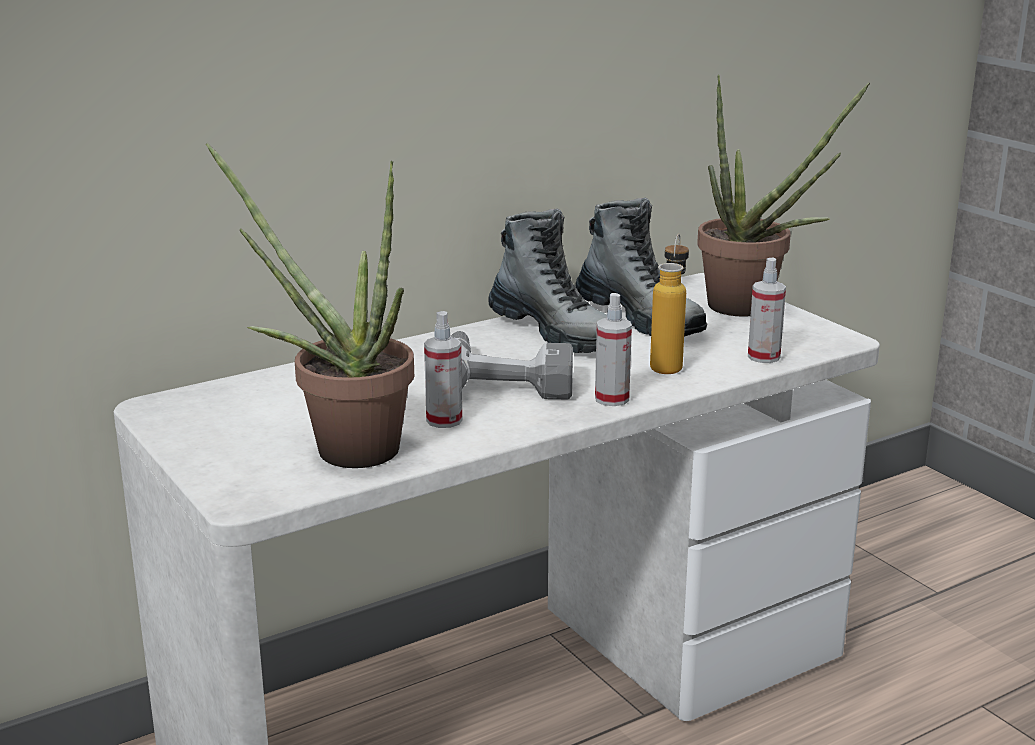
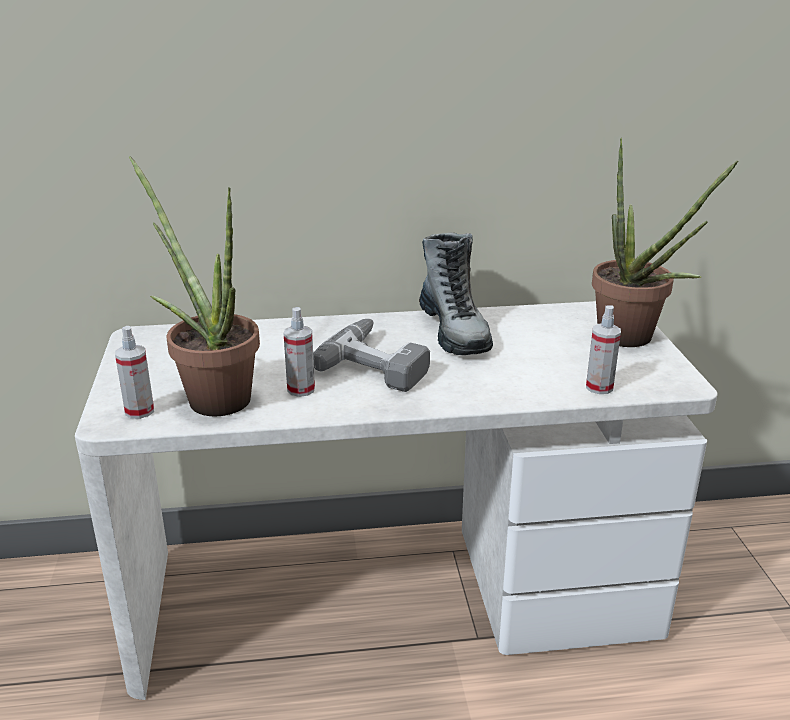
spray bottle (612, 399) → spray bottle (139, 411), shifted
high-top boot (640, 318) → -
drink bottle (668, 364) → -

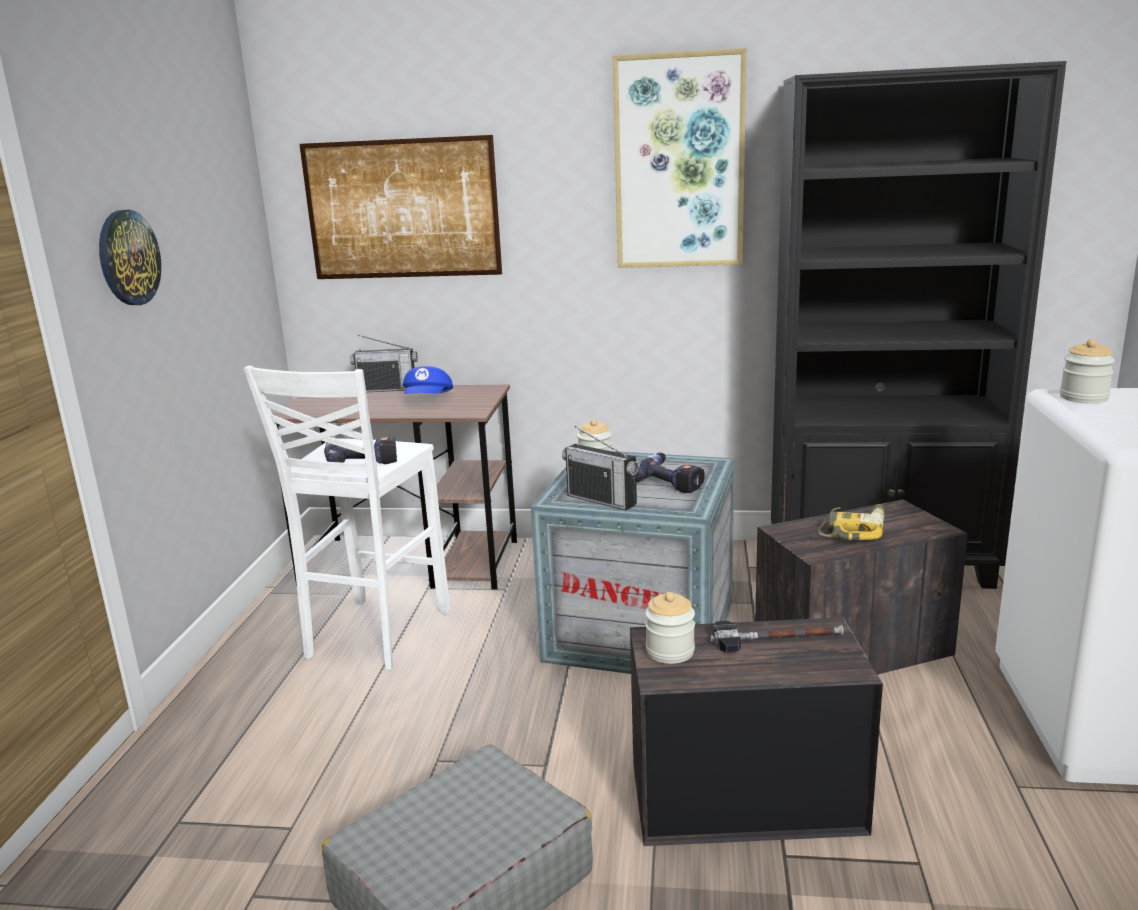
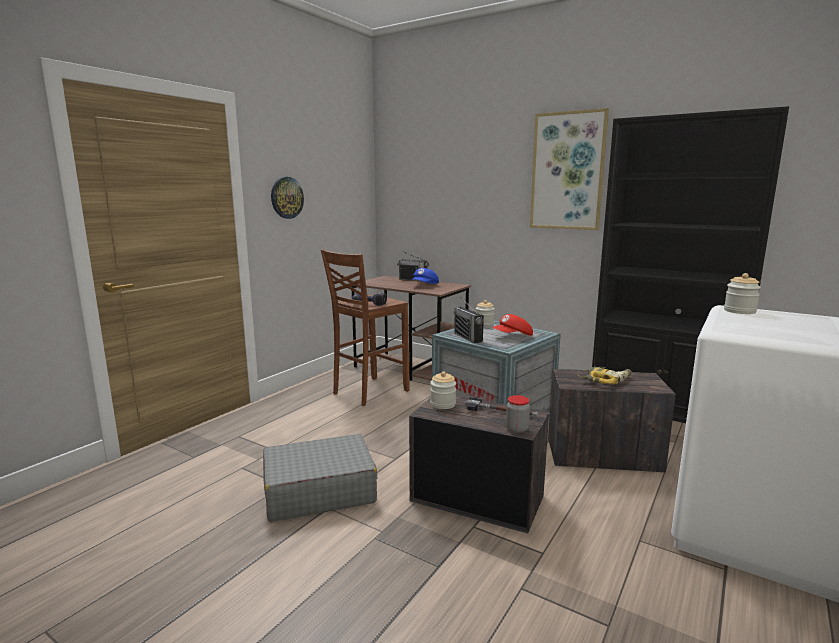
white-coloured stool (373, 635) → brown-coloured stool (368, 392)
drill (671, 481) → red peaked cap (513, 336)
- → preserve jar (517, 429)
wall art (402, 209) → -

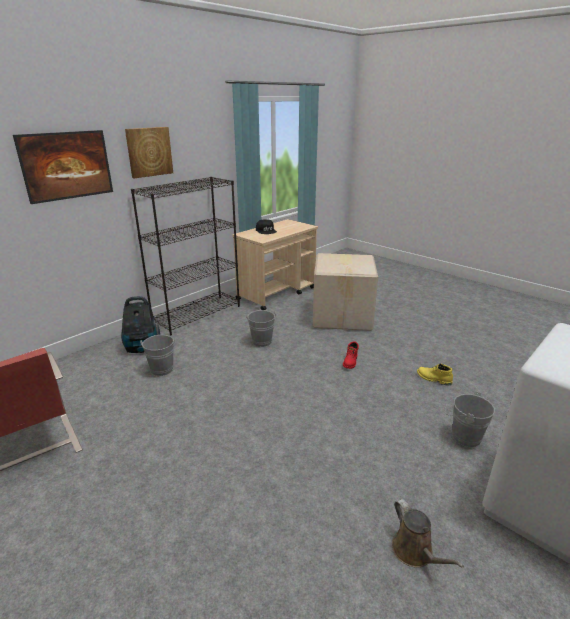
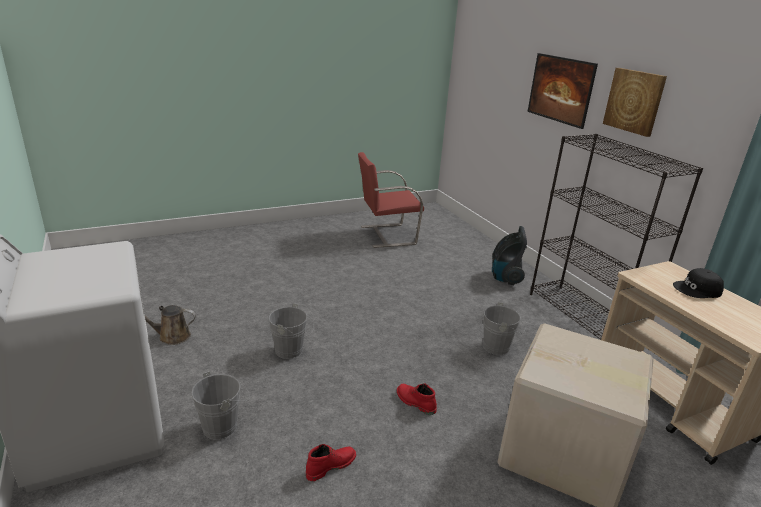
gray water bucket (162, 368) → gray water bucket (292, 351), shifted
yellow high-top boot (433, 379) → red high-top boot (330, 466)

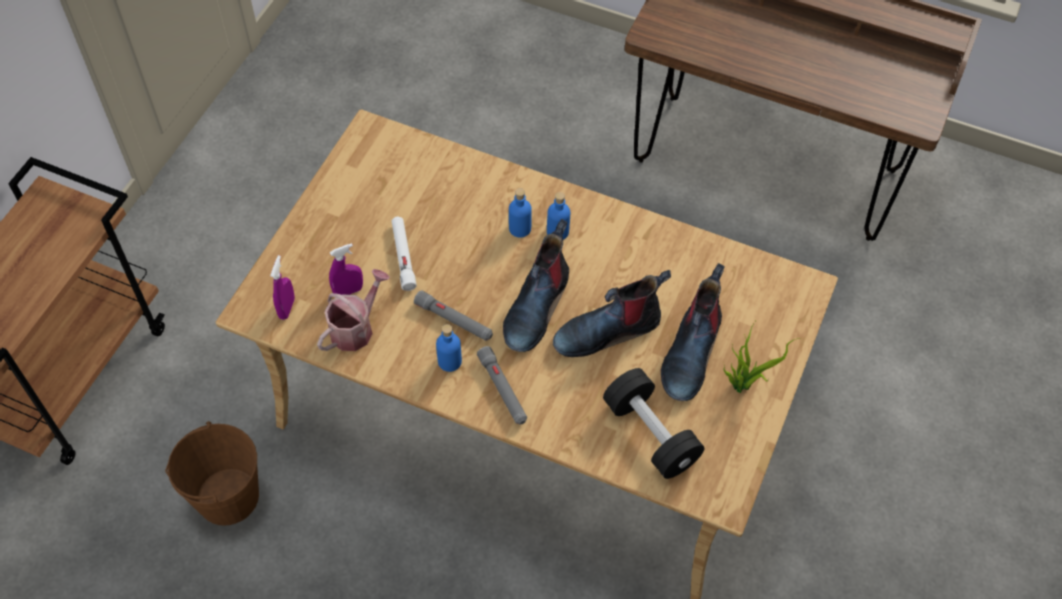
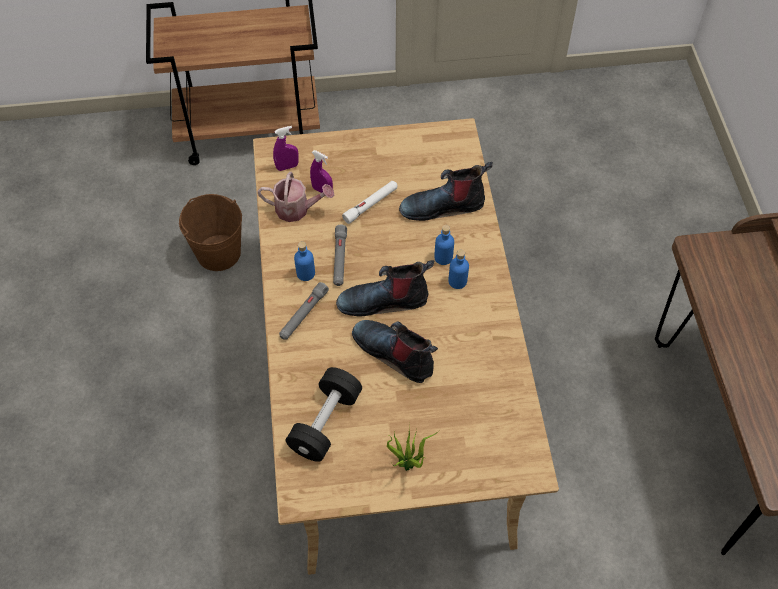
high-top boot (691, 353) → high-top boot (443, 205), shifted

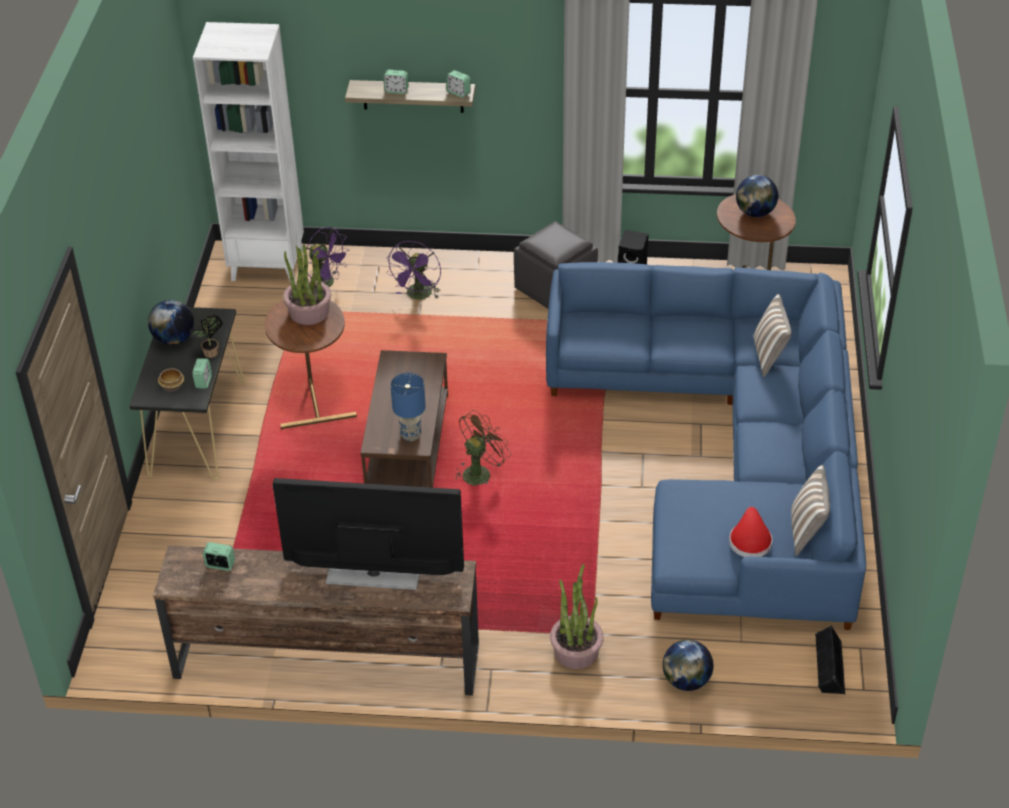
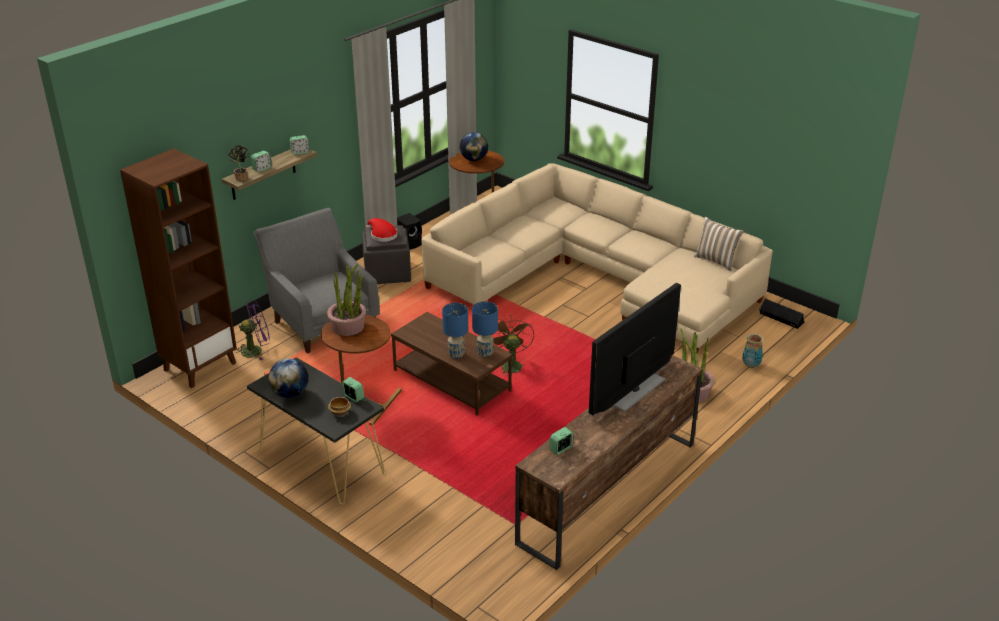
white-coloured bookcase (268, 265) → brown-coloured bookcase (200, 366)
potted plant (211, 354) → potted plant (242, 178), shifted
purplish electric fan (418, 296) → gray easy chair (321, 321)
red wearable hat (750, 540) → red wearable hat (382, 235), shifted
bluish settee (731, 455) → sand-coloured settee (596, 279)
- → bluish tabletop lamp (455, 354)
globe (686, 681) → vase (751, 366)
pillow (769, 356) → -

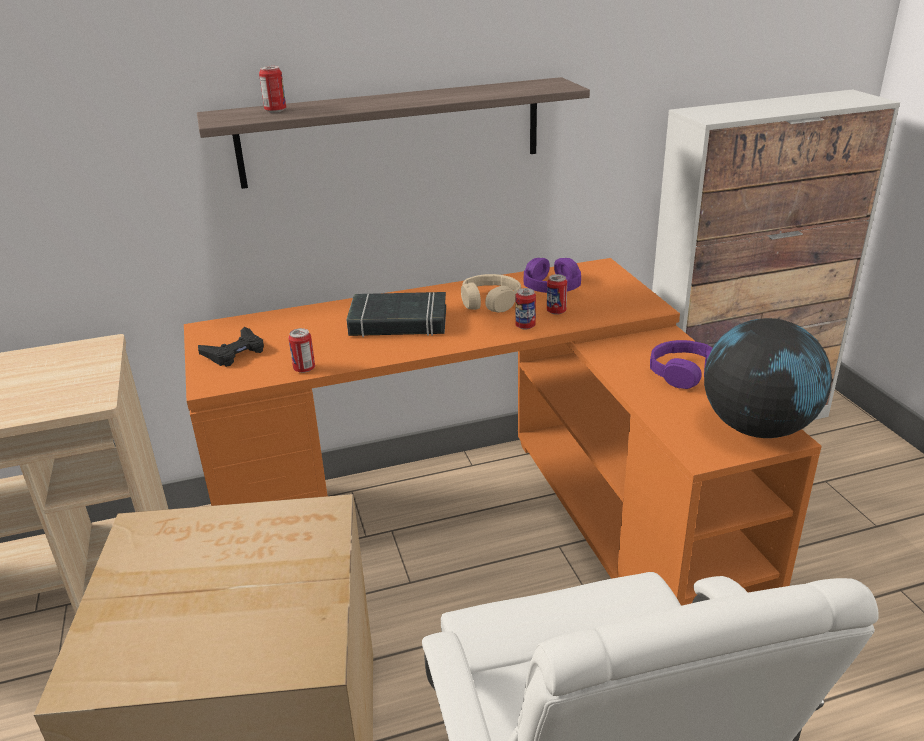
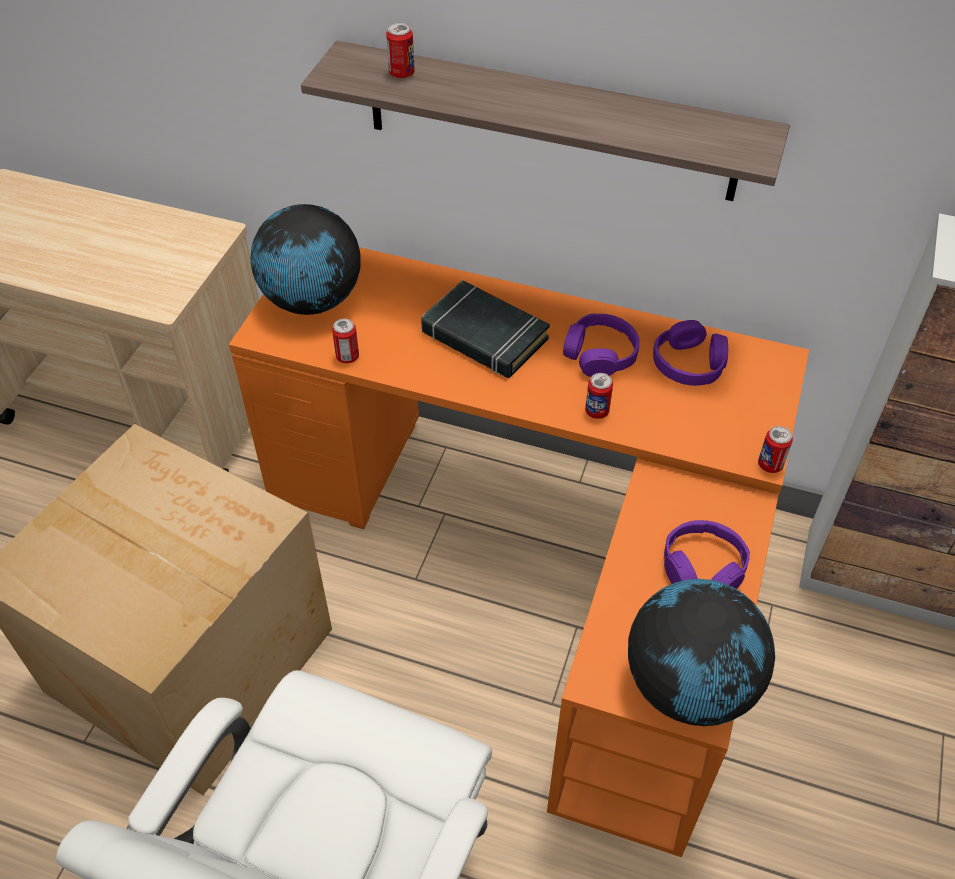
blackish gamepad (235, 352) → globe (311, 300)
sand-coloured headphones (490, 302) → purplish headphones (600, 354)
sealed can (556, 311) → sealed can (770, 465), shifted

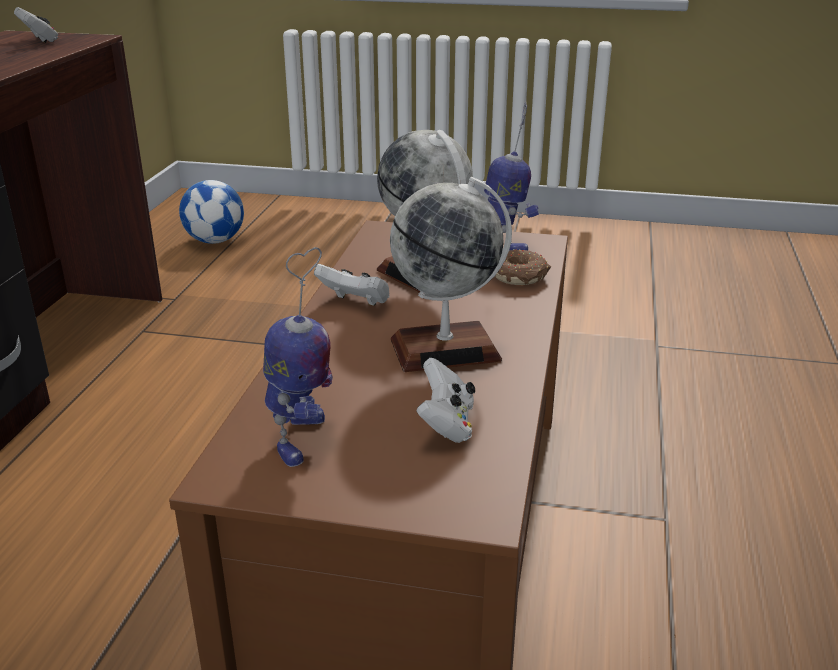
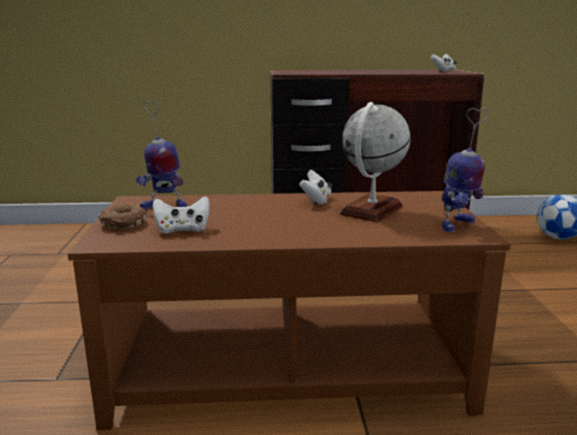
ring doughnut (519, 276) → ring doughnut (123, 224), shifted
globe (445, 349) → -

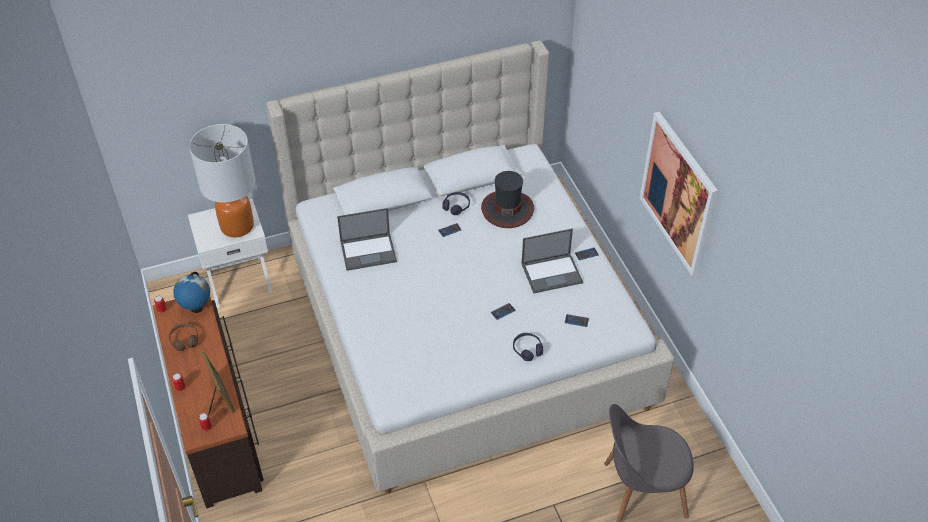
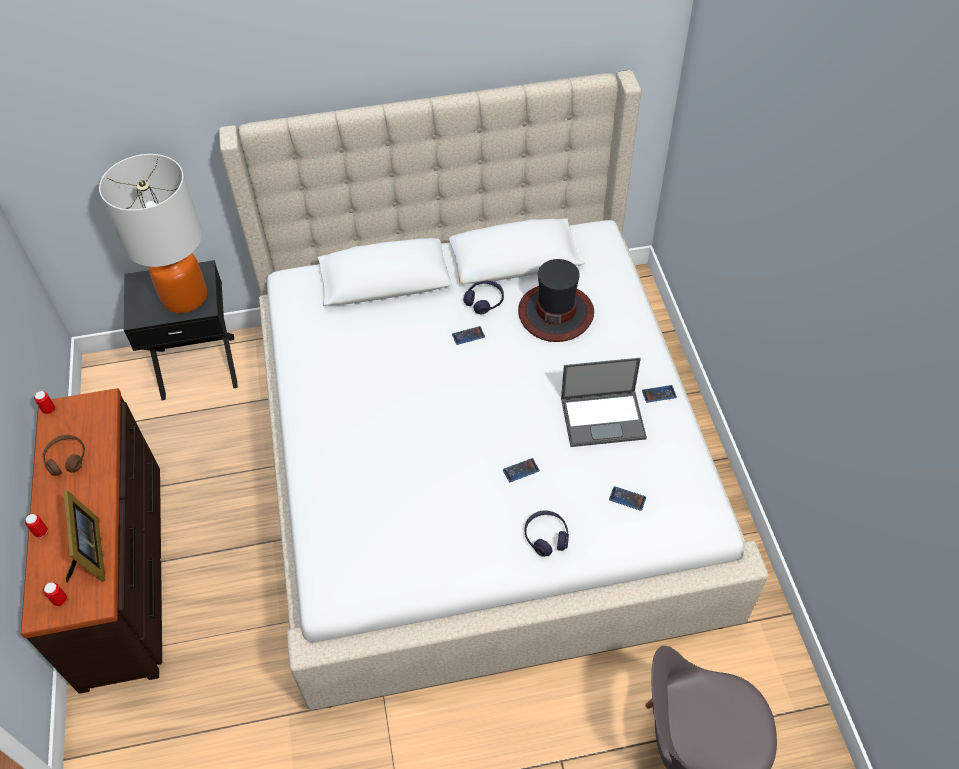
white-coloured bedside table (239, 280) → blackish bedside table (198, 365)
globe (196, 308) → -
portable computer (369, 251) → -
wall art (678, 193) → -

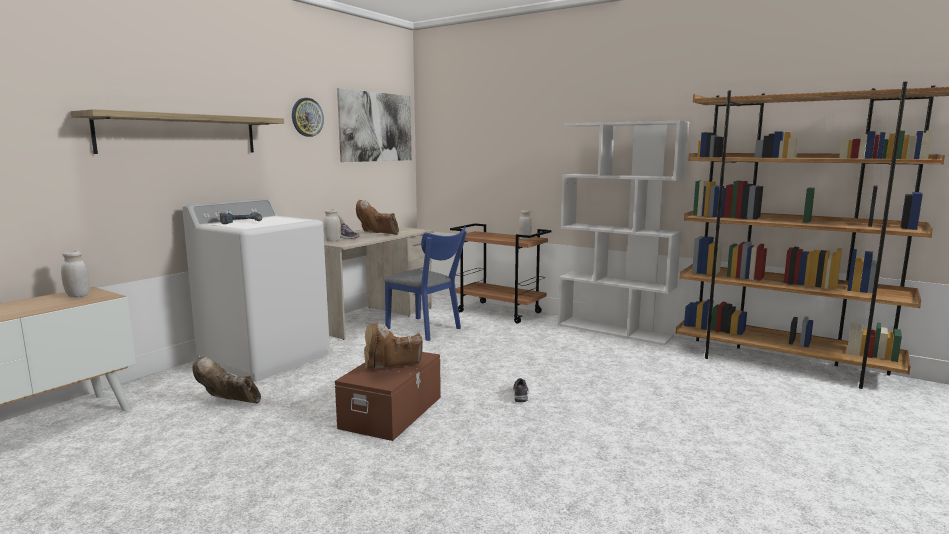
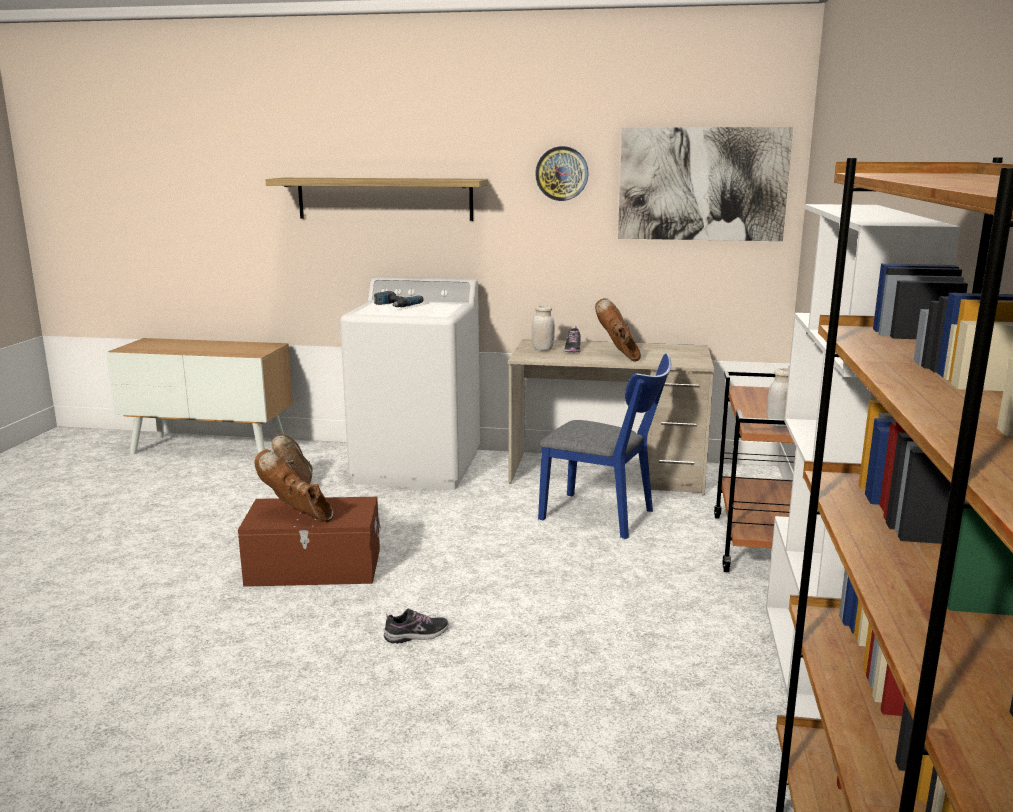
bluish chair (427, 329) → bluish chair (605, 516), 75 degrees counterclockwise
white-coloured preserve jar (78, 296) → -

